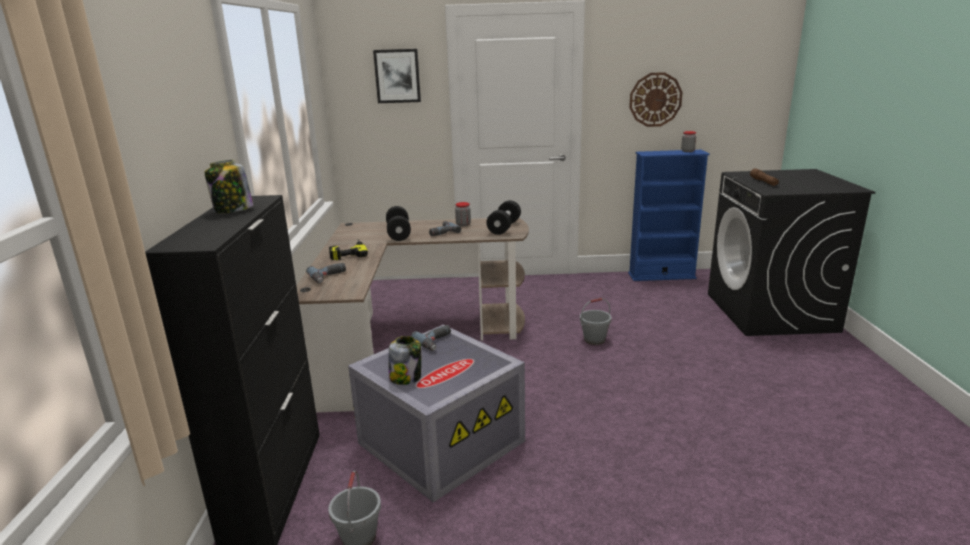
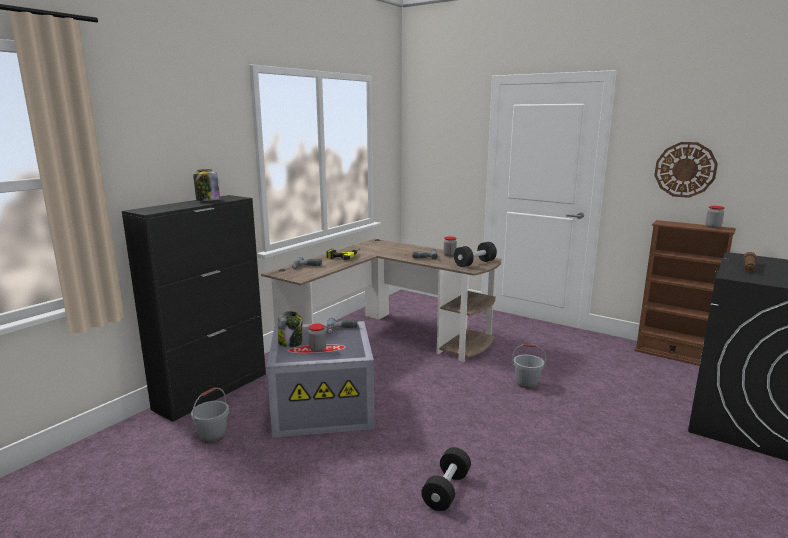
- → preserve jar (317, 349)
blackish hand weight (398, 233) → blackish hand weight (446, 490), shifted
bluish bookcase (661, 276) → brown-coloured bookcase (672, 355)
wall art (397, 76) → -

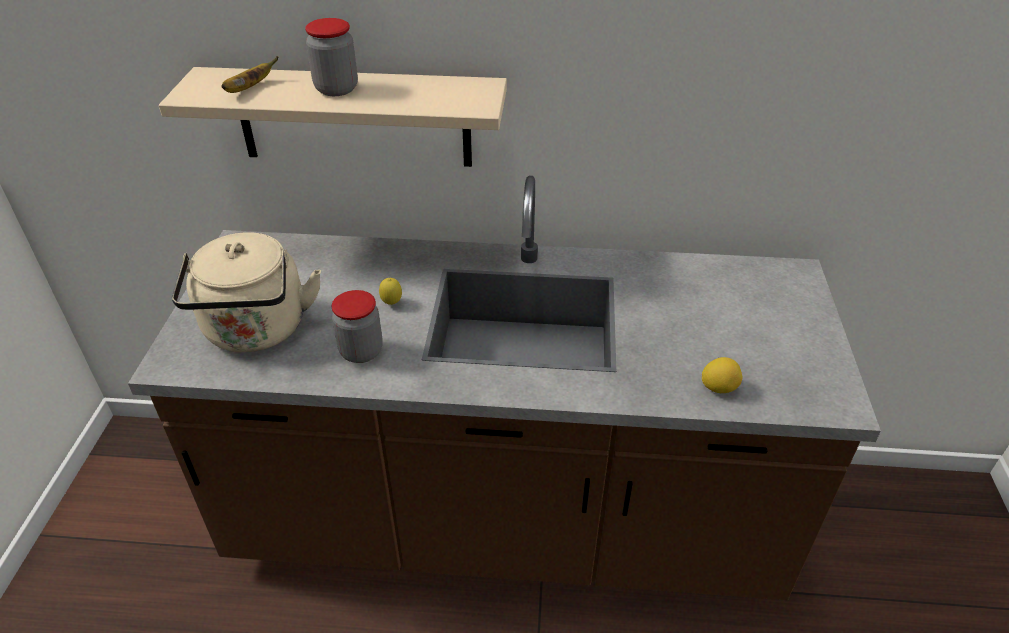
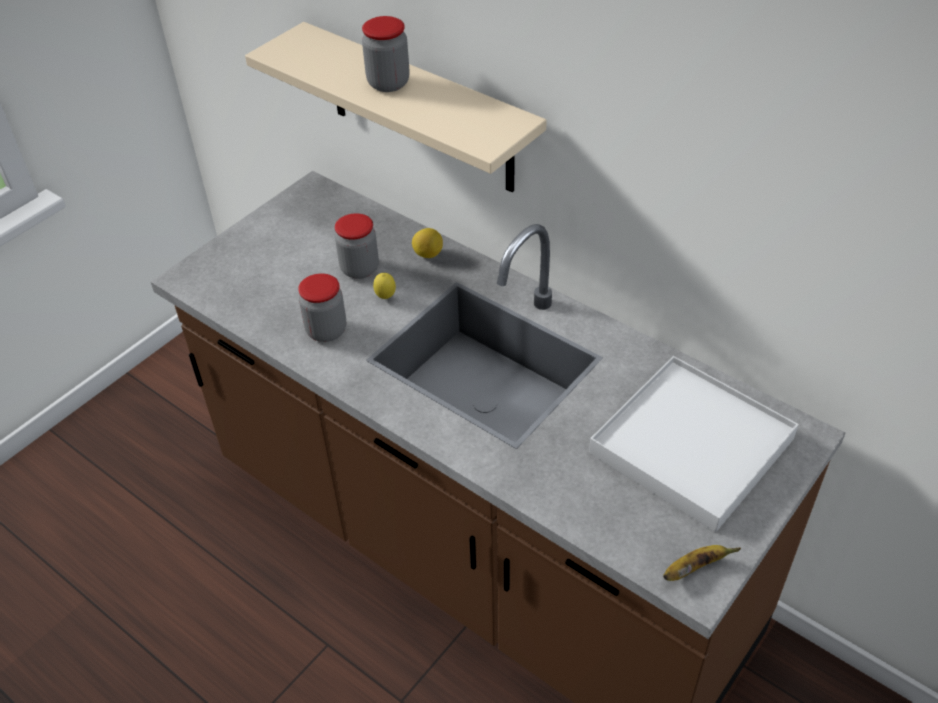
- → preserve jar (359, 269)
lemon (718, 388) → lemon (428, 254), shifted
- → white-coloured tray (691, 445)
banana (249, 88) → banana (694, 568), shifted
sand-coloured water kettle (256, 331) → -

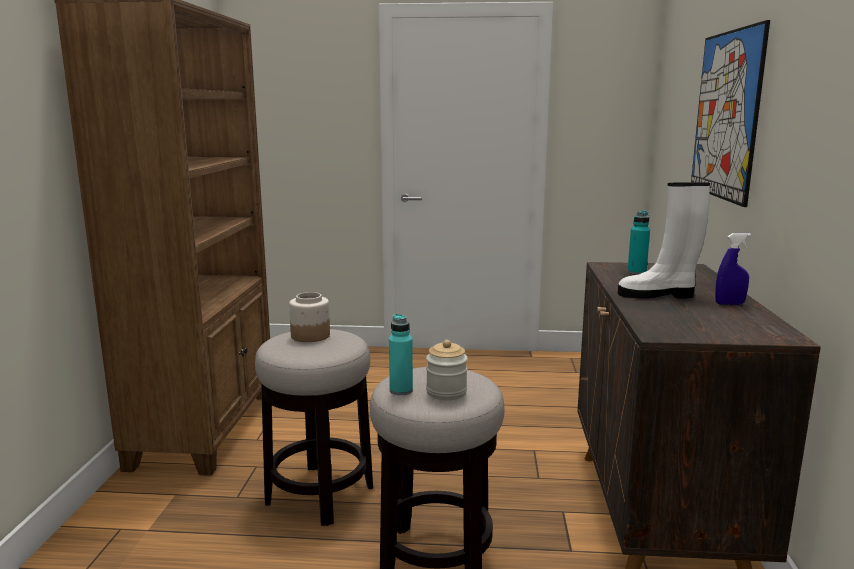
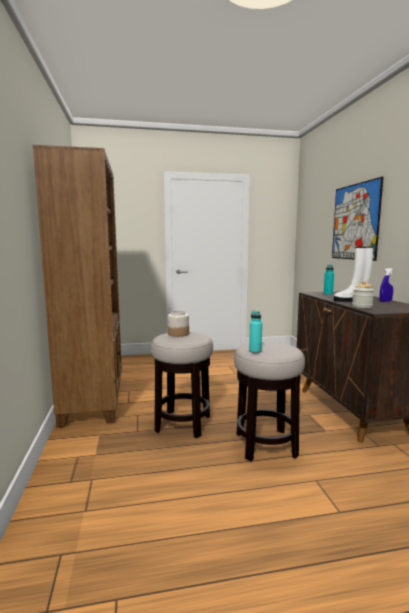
preserve jar (446, 392) → preserve jar (362, 306), shifted

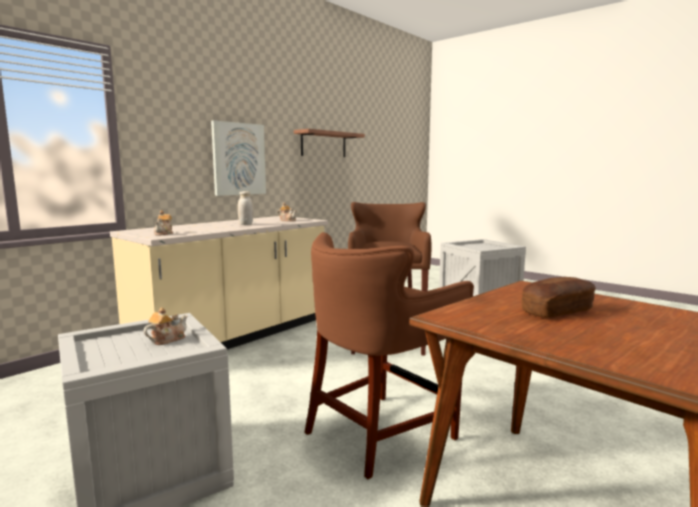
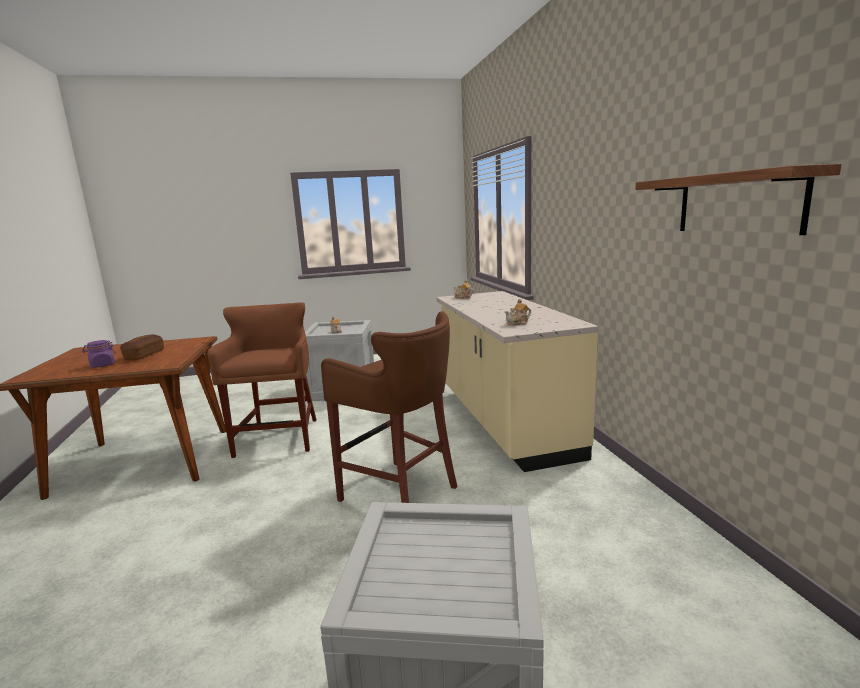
- → purplish preserve jar (102, 365)
wall art (238, 159) → -
white-coloured preserve jar (246, 224) → -

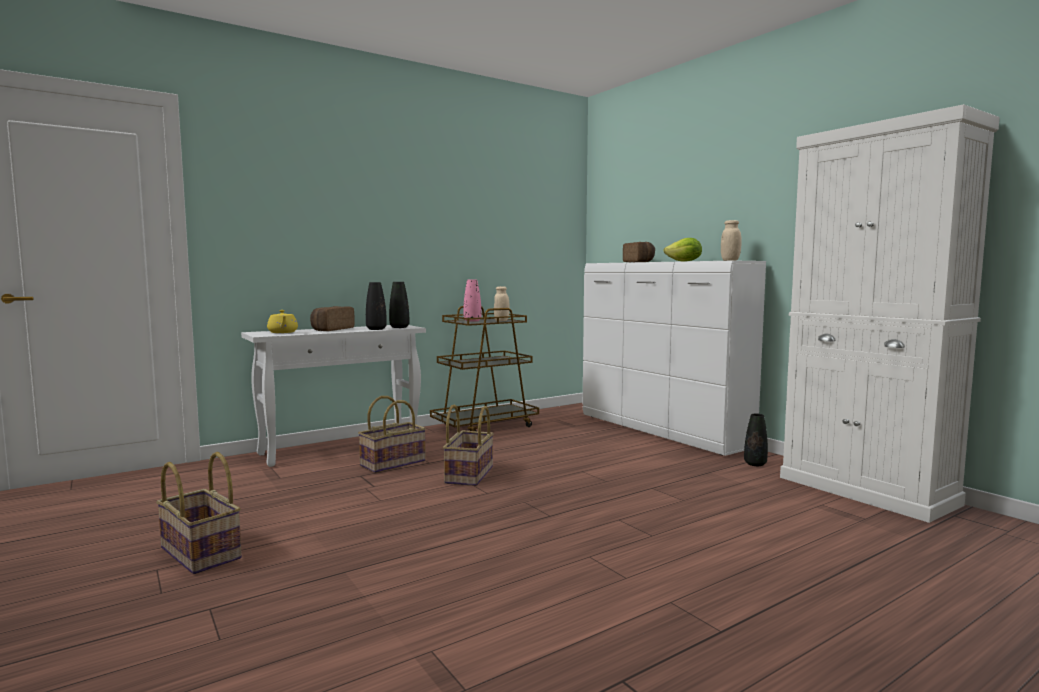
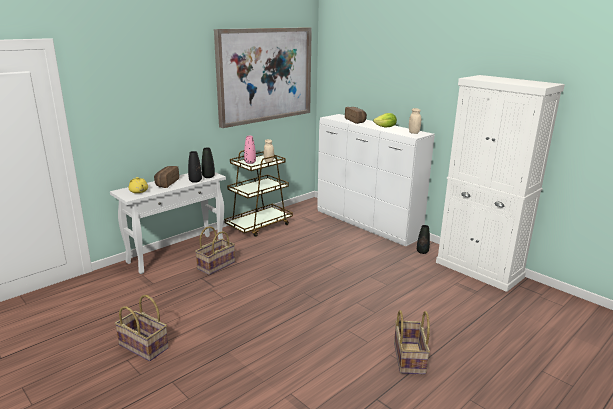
- → wall art (265, 75)
storage basket (468, 474) → storage basket (408, 358), shifted

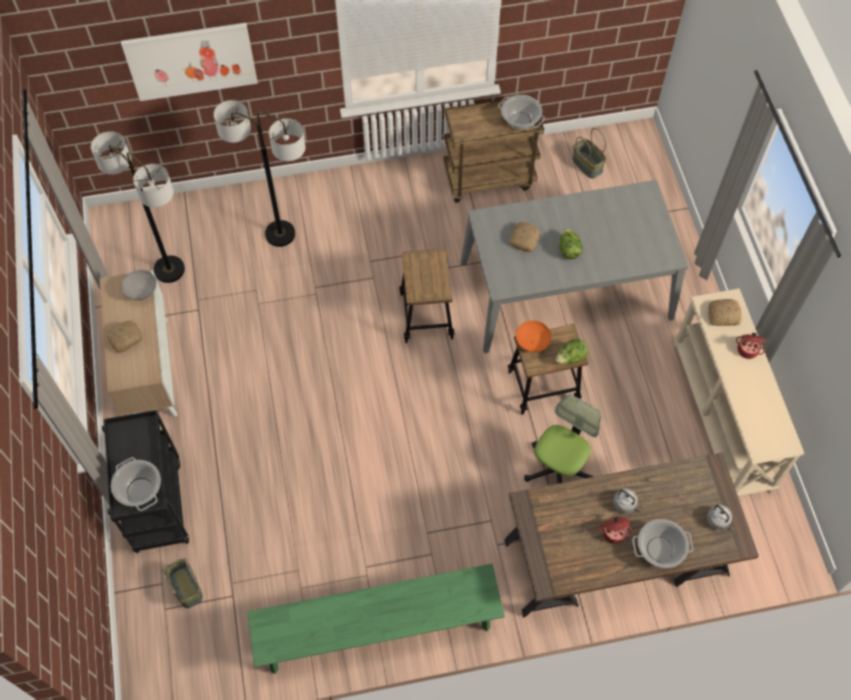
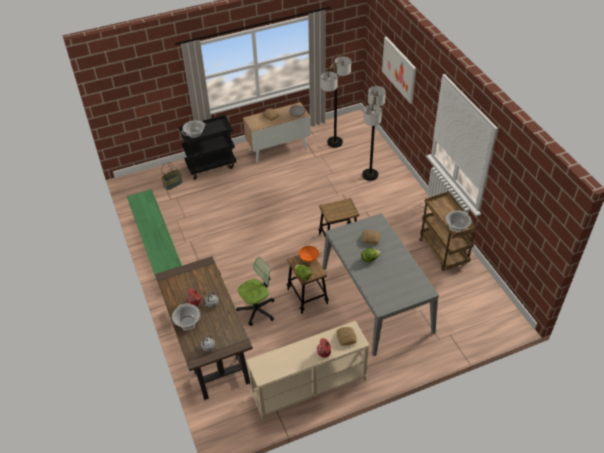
desk chair (558, 469) → desk chair (257, 310), 60 degrees counterclockwise
storage basket (587, 165) → -

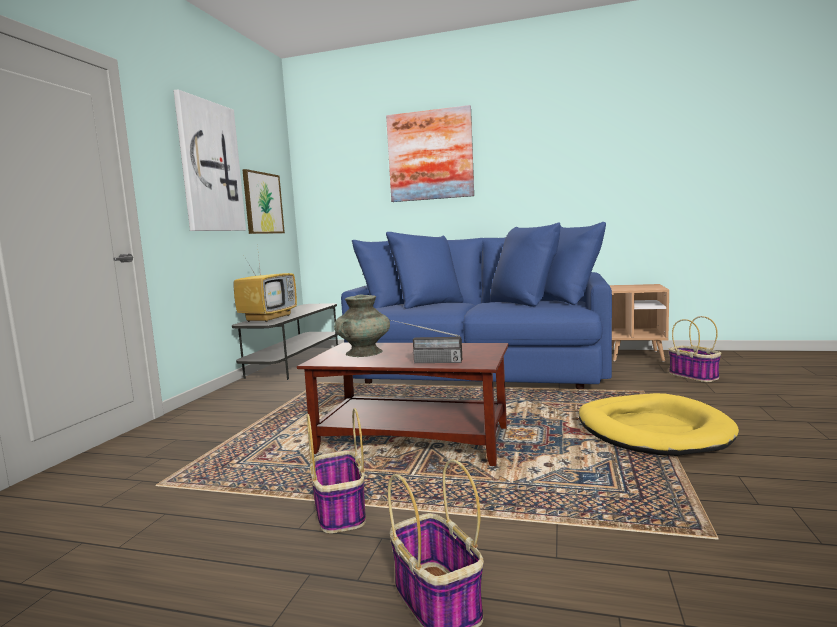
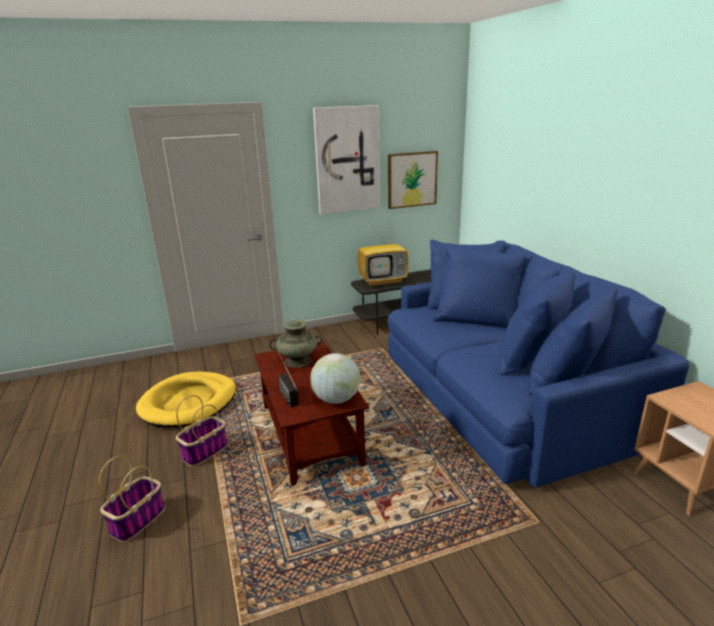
yellow dog cushion (652, 430) → yellow dog cushion (189, 402), shifted
- → globe (336, 399)
wall art (430, 155) → -
storage basket (694, 376) → -

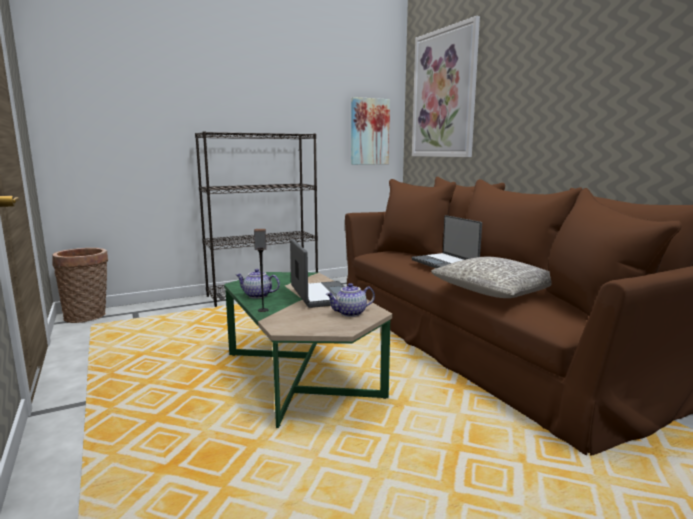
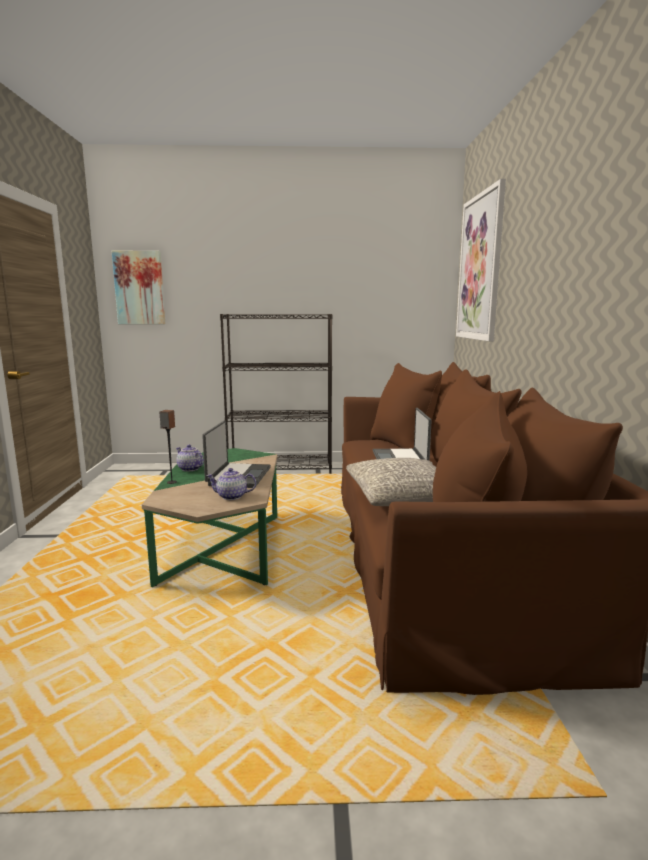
wall art (369, 131) → wall art (139, 288), shifted
storage basket (88, 316) → -

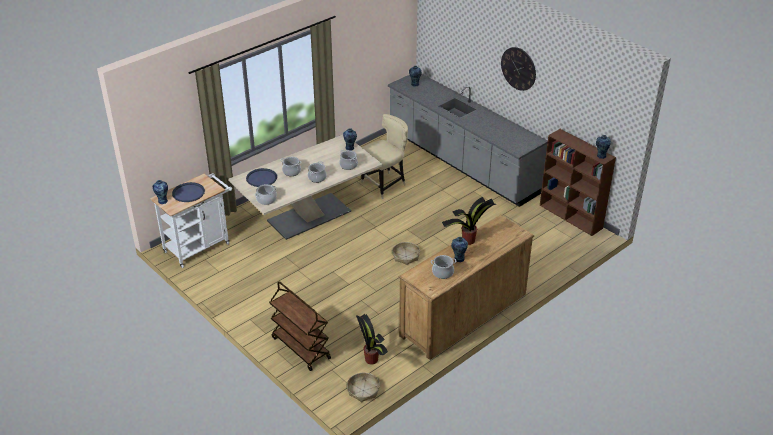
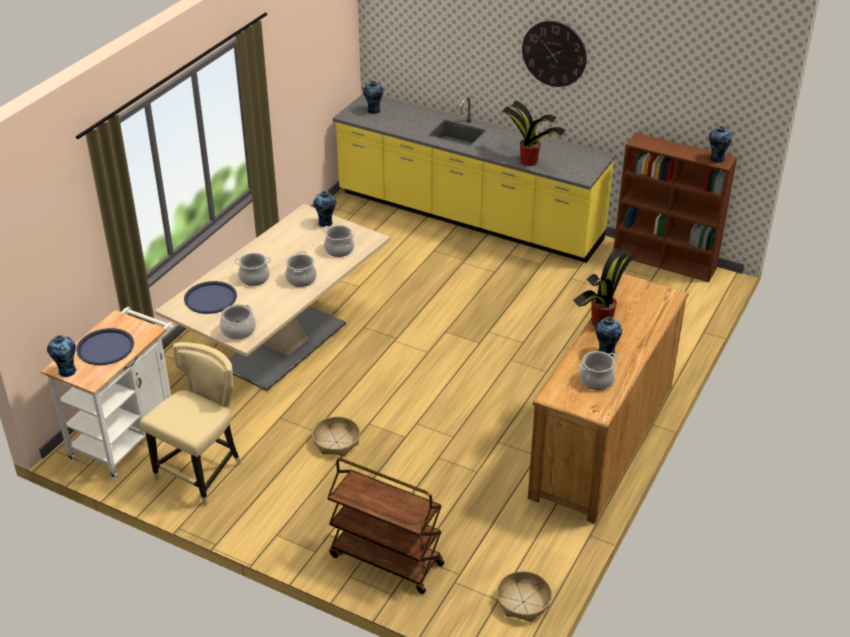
sand-coloured chair (385, 184) → sand-coloured chair (202, 472), shifted
storage basket (405, 256) → storage basket (336, 442), shifted
gray kitchen counter (461, 163) → yellow kitchen counter (468, 217)
potted plant (371, 359) → potted plant (528, 161), shifted

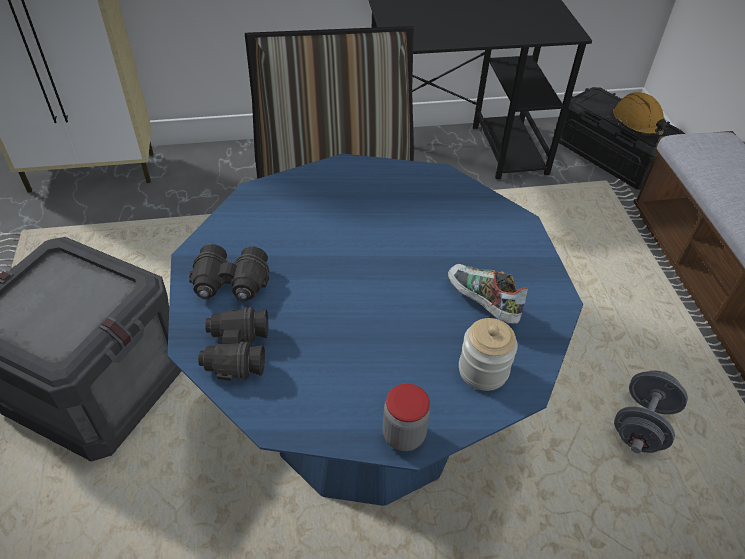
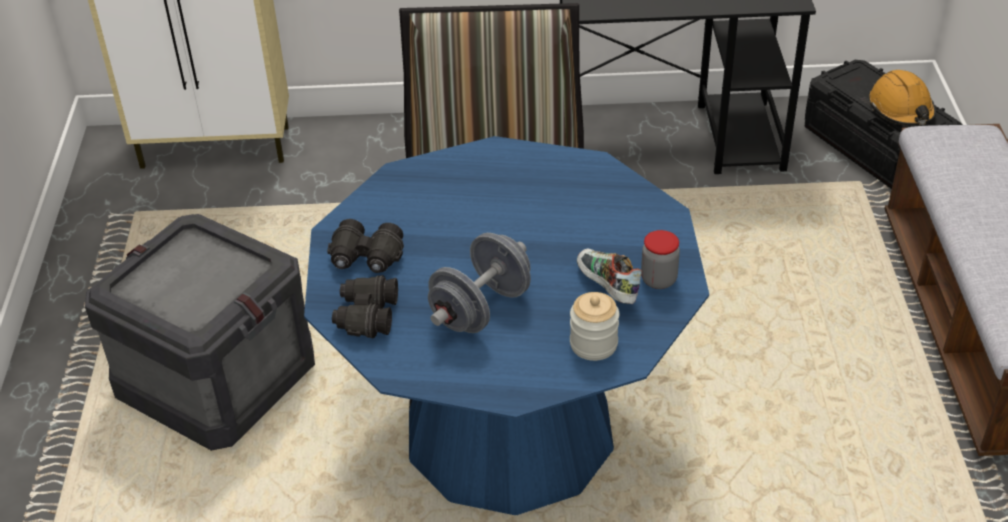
gray hand weight (641, 425) → gray hand weight (481, 308), shifted
preserve jar (404, 435) → preserve jar (658, 280), shifted

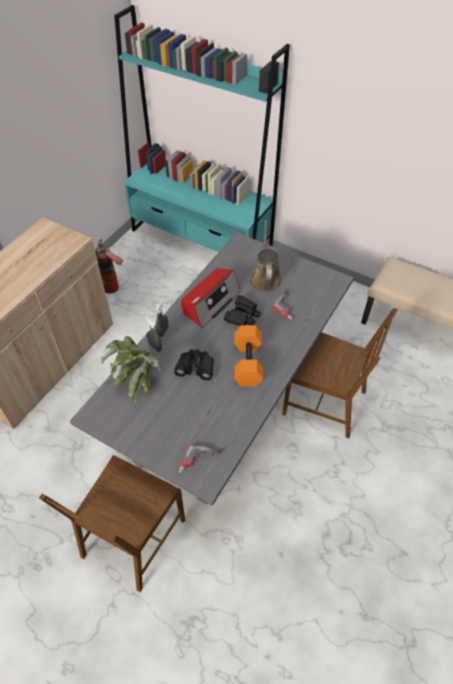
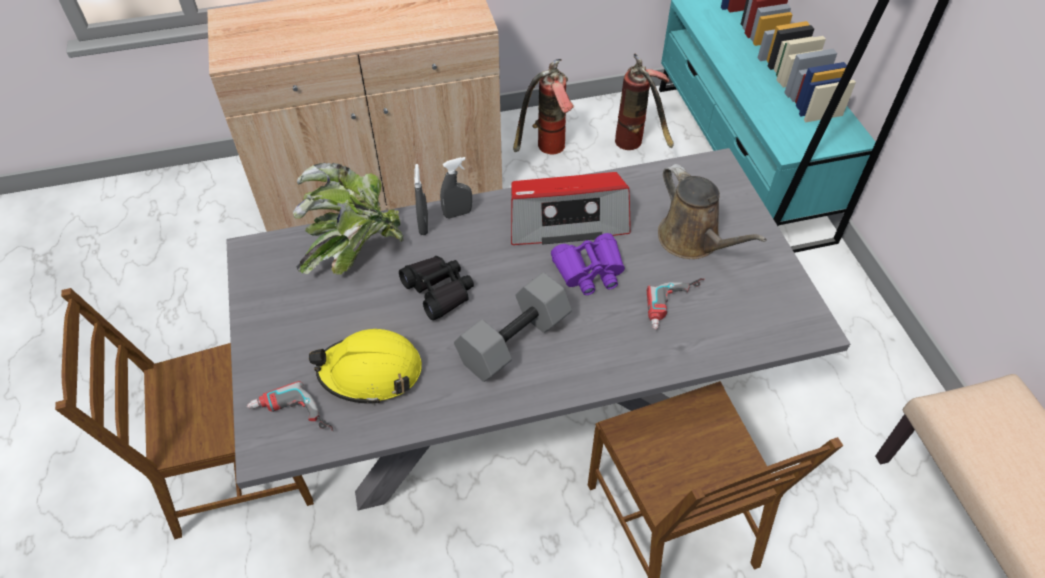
- → yellow work helmet (371, 372)
orange-coloured hand weight (247, 362) → gray hand weight (513, 339)
blackish binoculars (242, 316) → purplish binoculars (589, 271)
- → extinguisher (638, 145)
brown-coloured watering can (265, 277) → brown-coloured watering can (693, 240), 105 degrees clockwise

